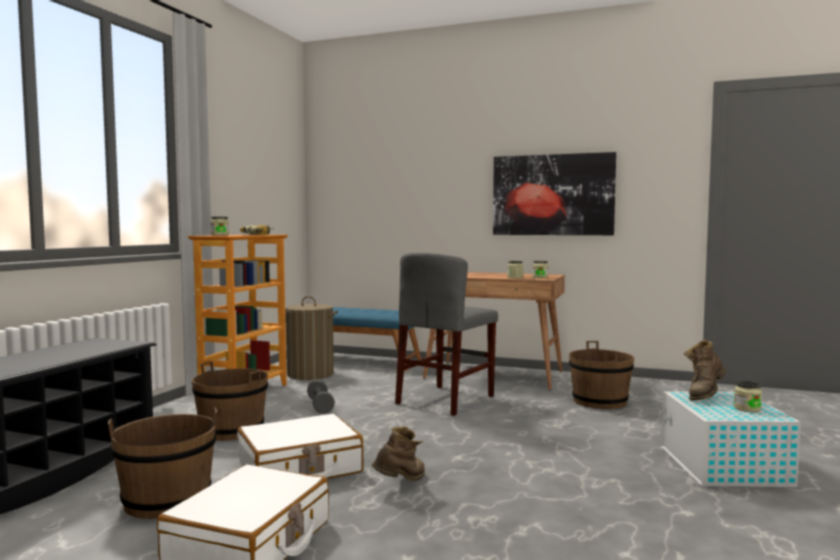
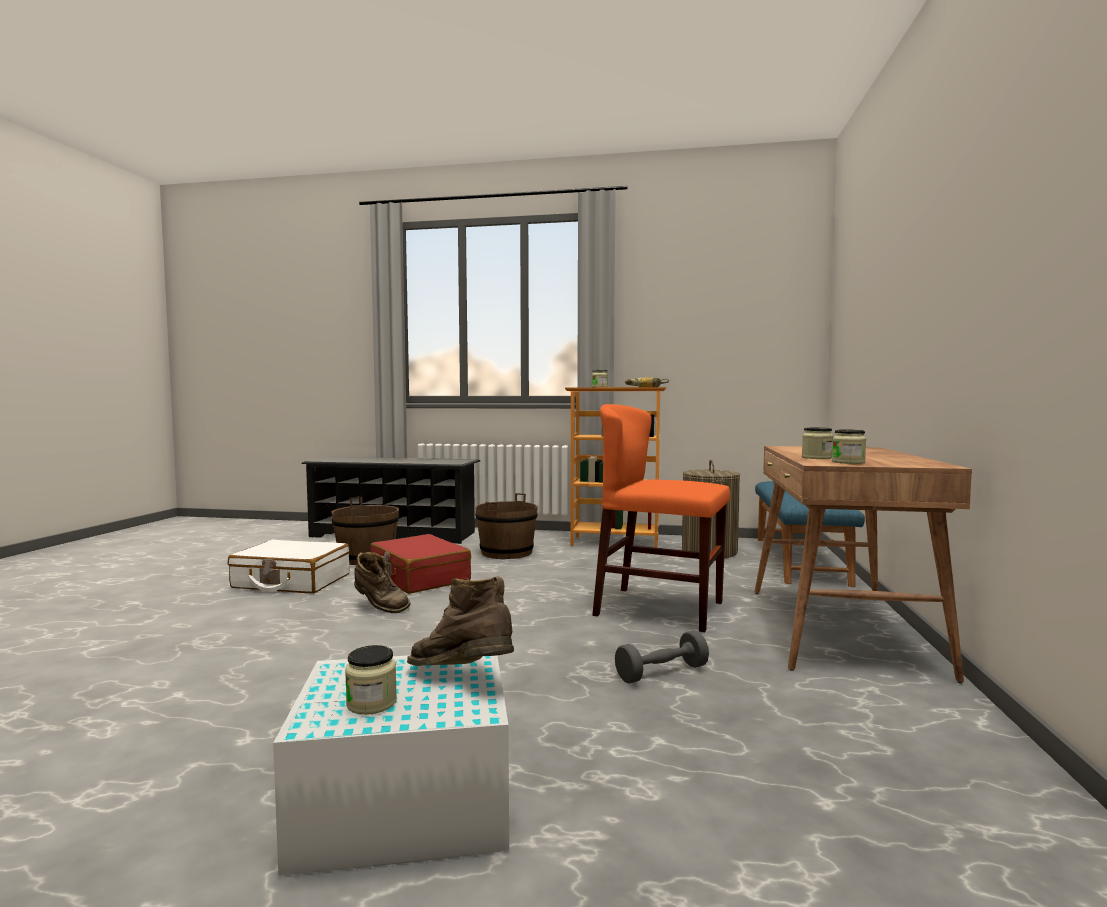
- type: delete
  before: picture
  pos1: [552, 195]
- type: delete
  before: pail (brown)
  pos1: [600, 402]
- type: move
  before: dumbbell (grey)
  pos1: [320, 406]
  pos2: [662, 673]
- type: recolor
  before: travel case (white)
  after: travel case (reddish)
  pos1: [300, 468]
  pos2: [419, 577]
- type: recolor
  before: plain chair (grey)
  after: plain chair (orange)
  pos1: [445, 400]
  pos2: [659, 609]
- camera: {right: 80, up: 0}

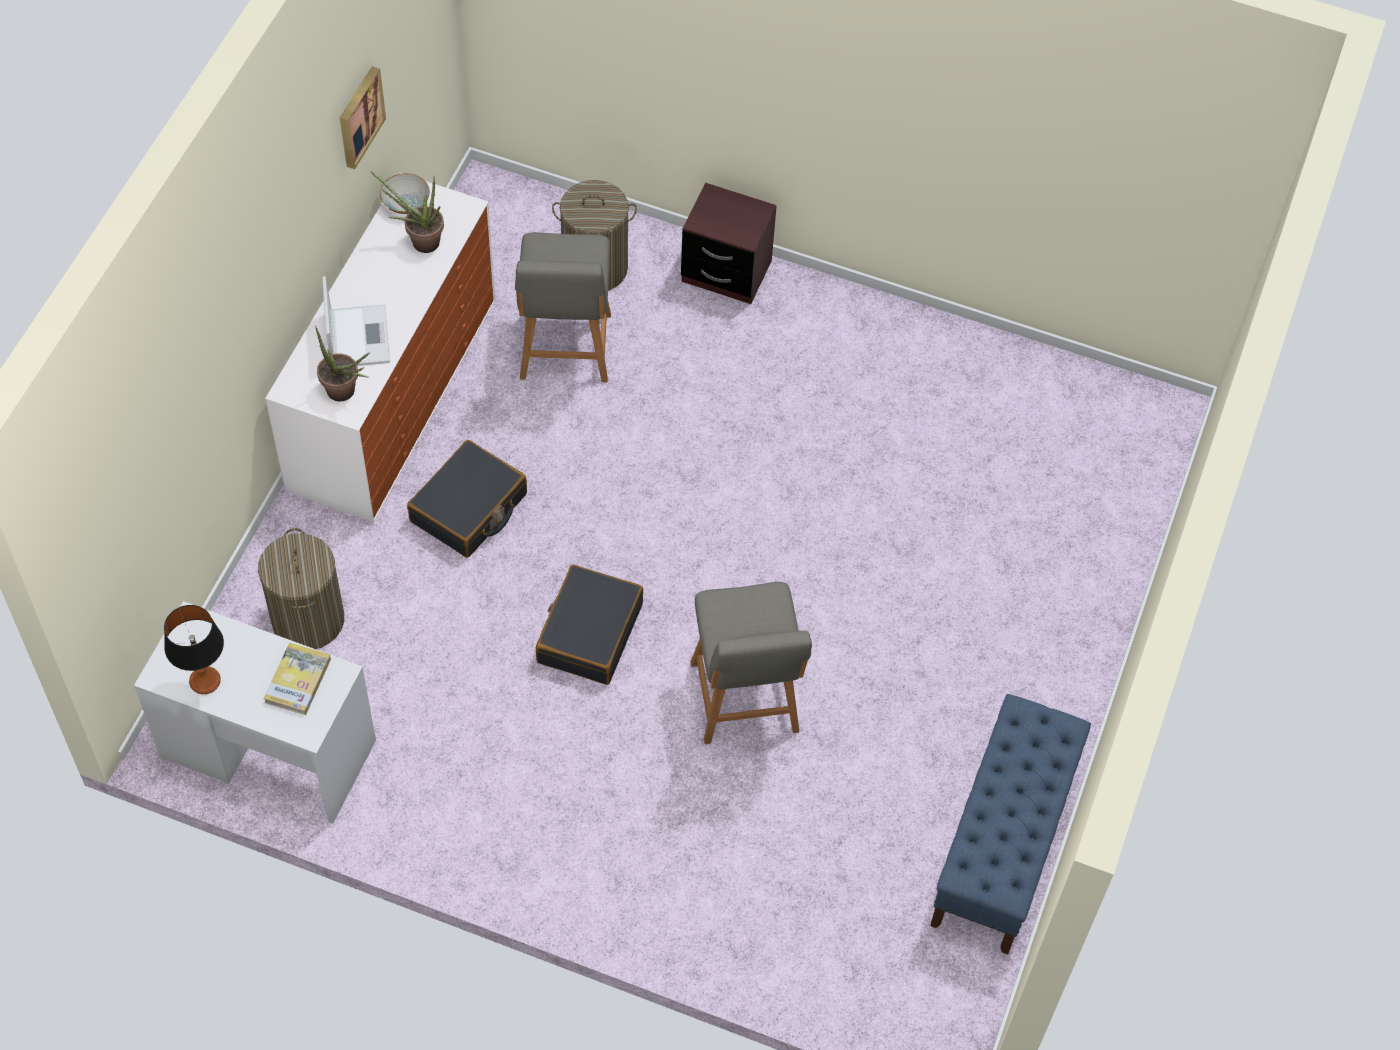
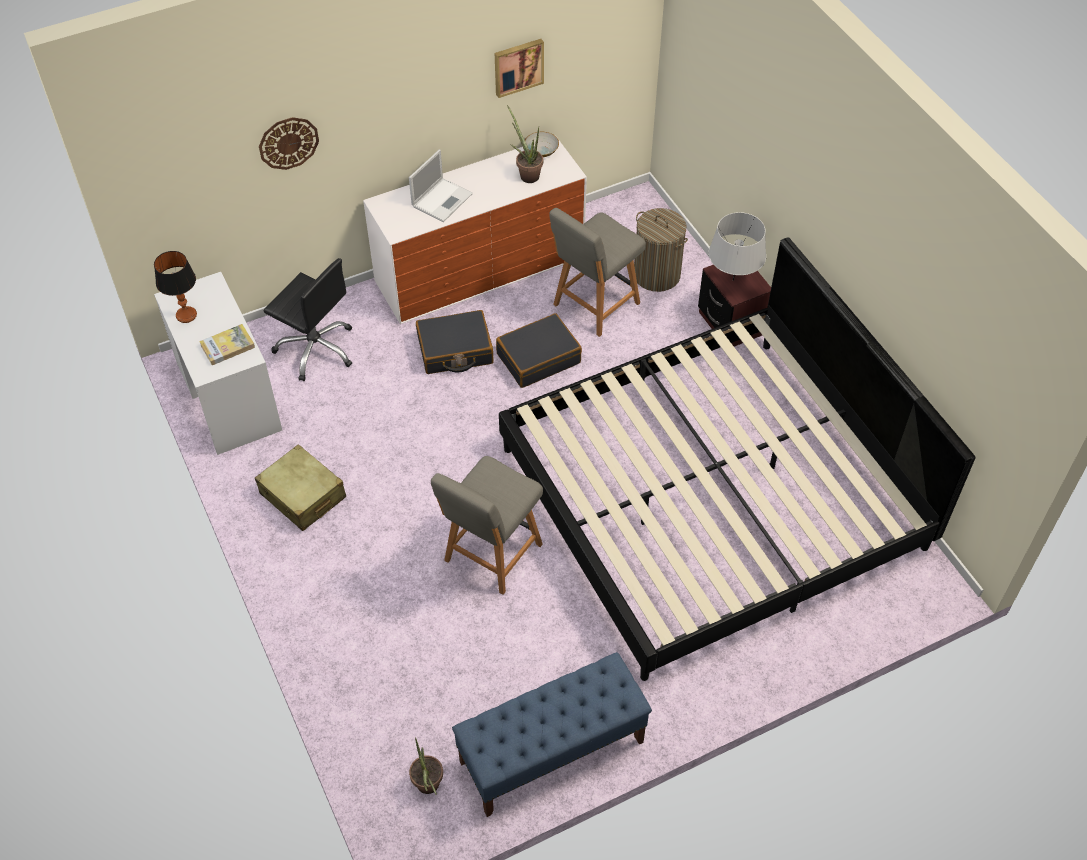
- type: insert
  after: travel case (beige)
  pos2: [303, 496]
- type: insert
  after: wall clock
  pos2: [288, 143]
- type: insert
  after: bedroom bed
  pos2: [712, 497]
- type: insert
  after: tabletop lamp (grey)
  pos2: [733, 280]
- type: move
  before: potted plant
  pos1: [345, 393]
  pos2: [428, 788]
- type: move
  before: travel case (blackish)
  pos1: [589, 633]
  pos2: [538, 358]
- type: replace
  before: washing basket
  after: computer chair (blackish)
  pos1: [308, 620]
  pos2: [316, 349]
- camera: {right: 45, up: -5}

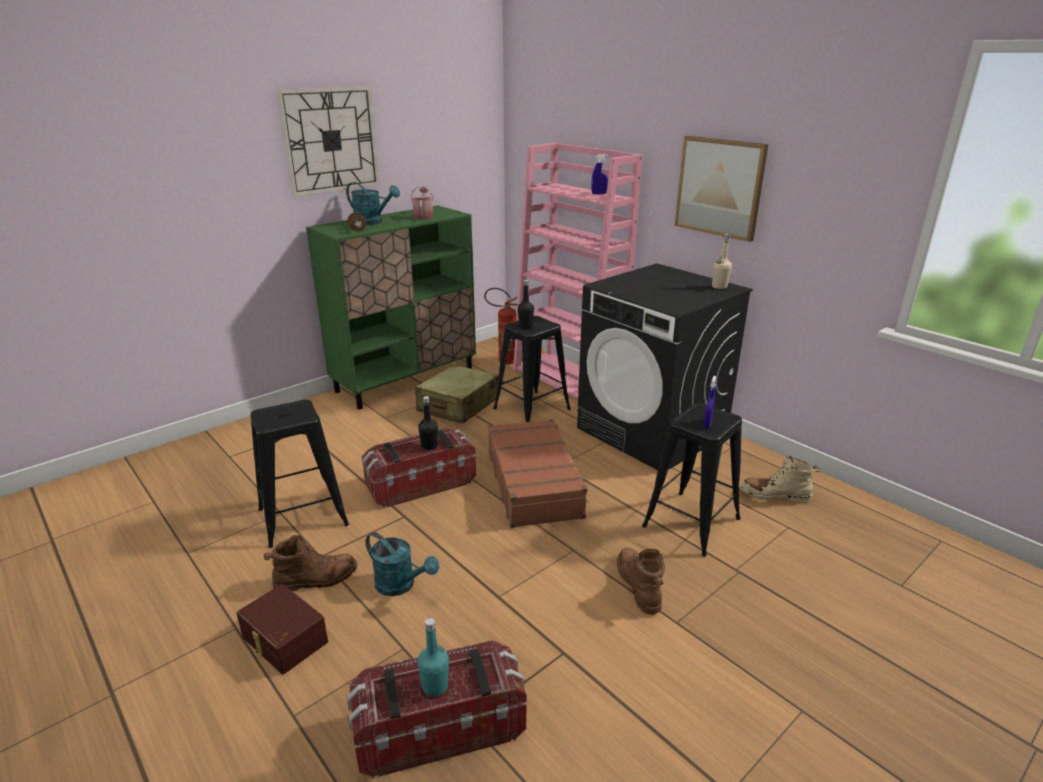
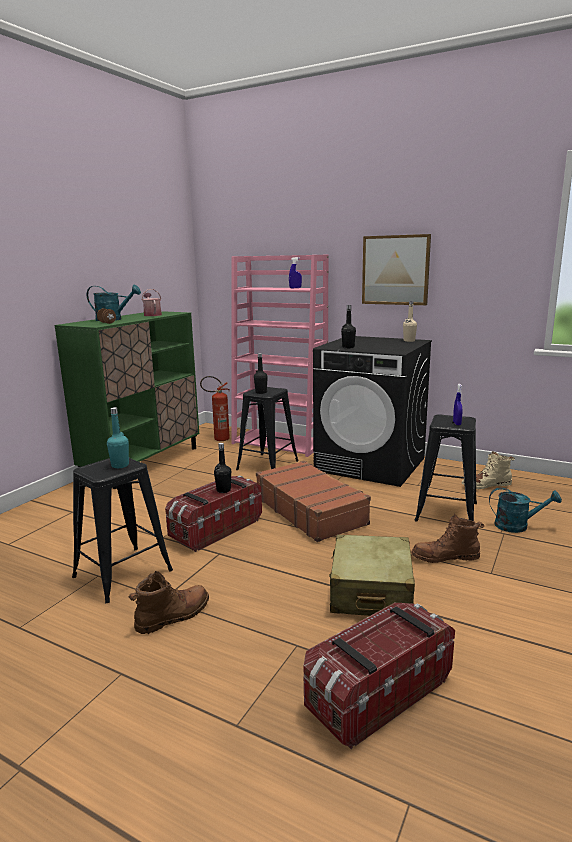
- type: delete
  before: storage box (brown)
  pos1: [283, 640]
- type: delete
  before: wall clock
  pos1: [330, 140]
- type: insert
  after: beverage bottle (blackish)
  pos2: [348, 347]
- type: move
  before: watering can (turquoise-coloured)
  pos1: [401, 585]
  pos2: [517, 526]
- type: move
  before: travel case (beige)
  pos1: [458, 405]
  pos2: [371, 590]
- type: move
  before: beverage bottle (turquoise-coloured)
  pos1: [435, 686]
  pos2: [120, 465]
- type: rotate
  before: high-top boot (brown)
  pos1: [639, 586]
  pos2: [445, 557]
  turn: -60
- camera: {right: -20, up: -10}

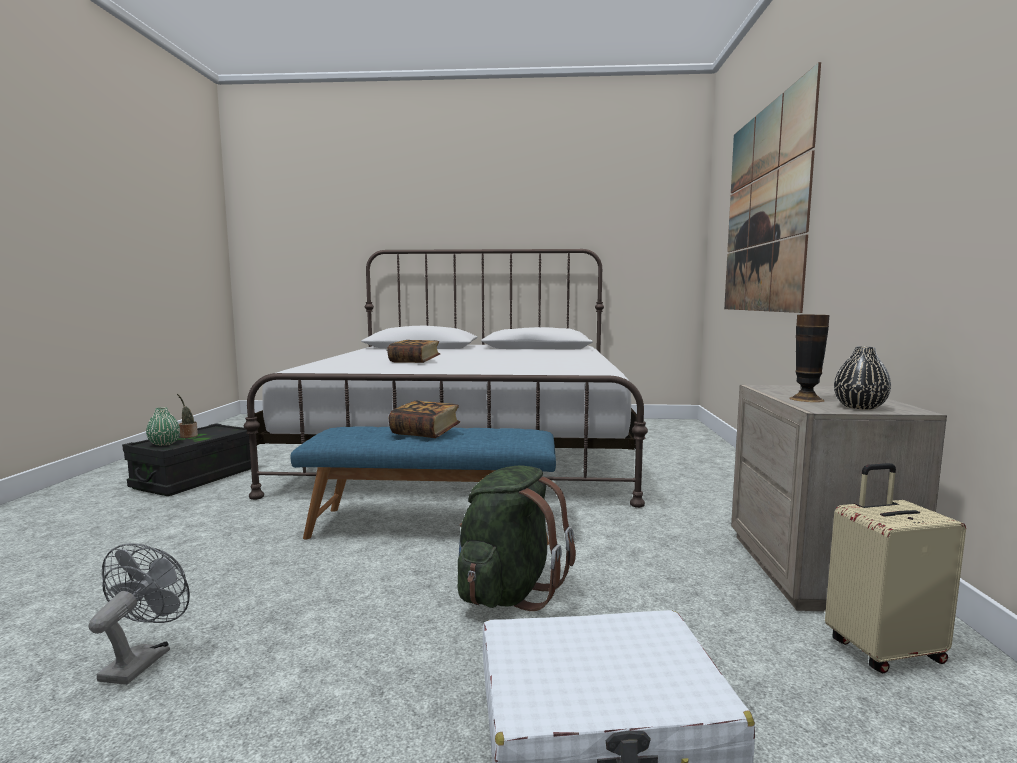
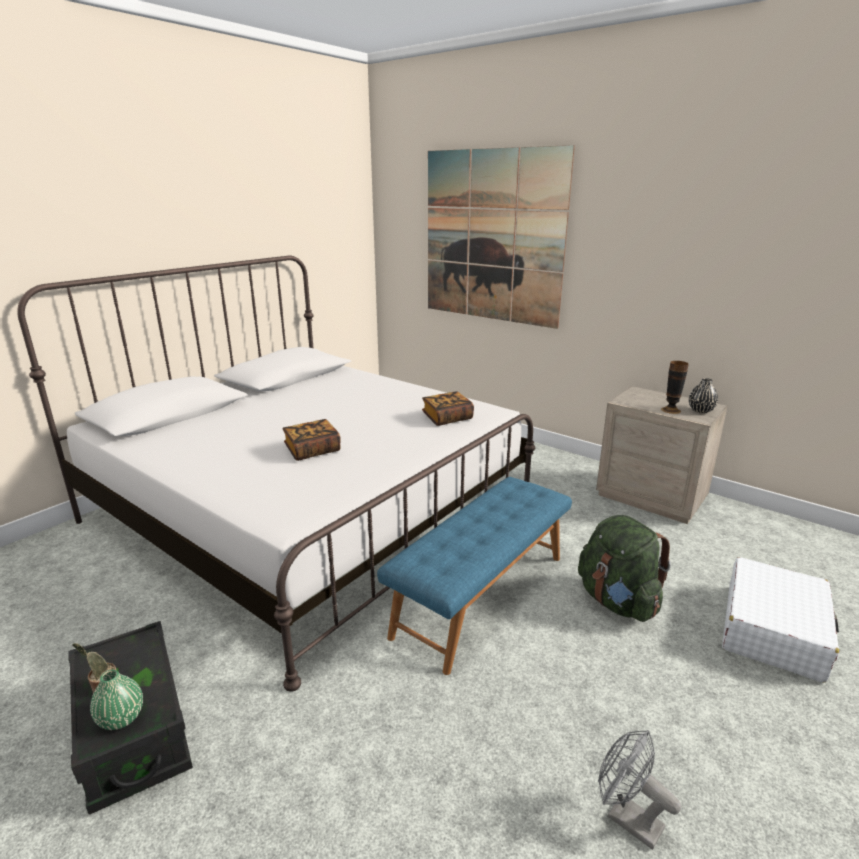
- type: delete
  before: travel case (beige)
  pos1: [882, 650]
- type: move
  before: bound book
  pos1: [425, 433]
  pos2: [447, 418]
- camera: {right: -55, up: 15}

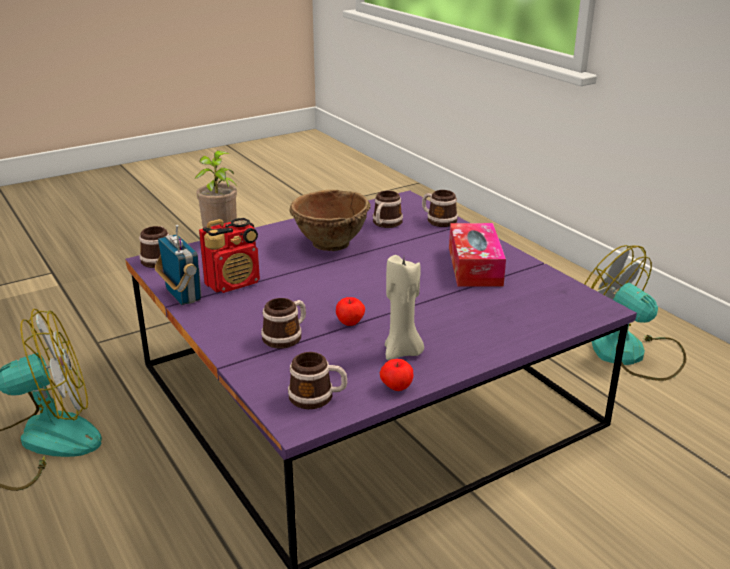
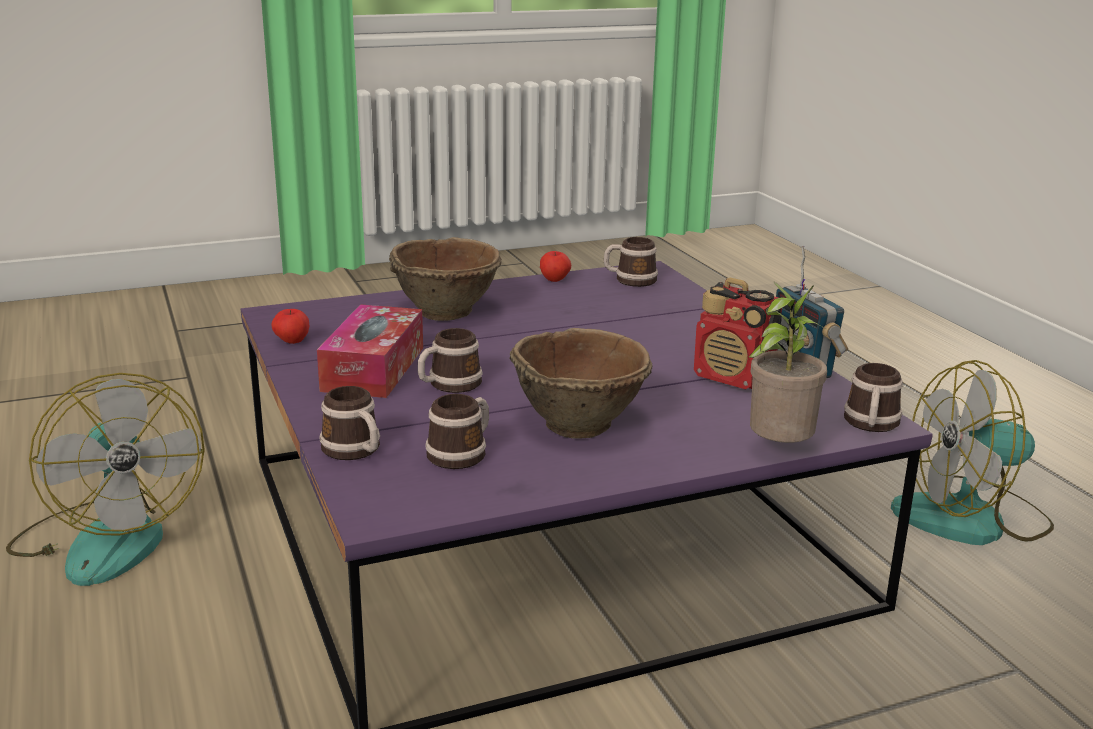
- type: delete
  before: wax light (beige)
  pos1: [402, 352]
- type: insert
  after: bowl (brown)
  pos2: [447, 311]
- type: move
  before: coffee mug
  pos1: [286, 336]
  pos2: [449, 385]
- type: move
  before: apple
  pos1: [350, 322]
  pos2: [292, 341]
- type: rotate
  before: radio receiver
  pos1: [233, 283]
  pos2: [734, 378]
  turn: -120
- camera: {right: -170, up: -5}

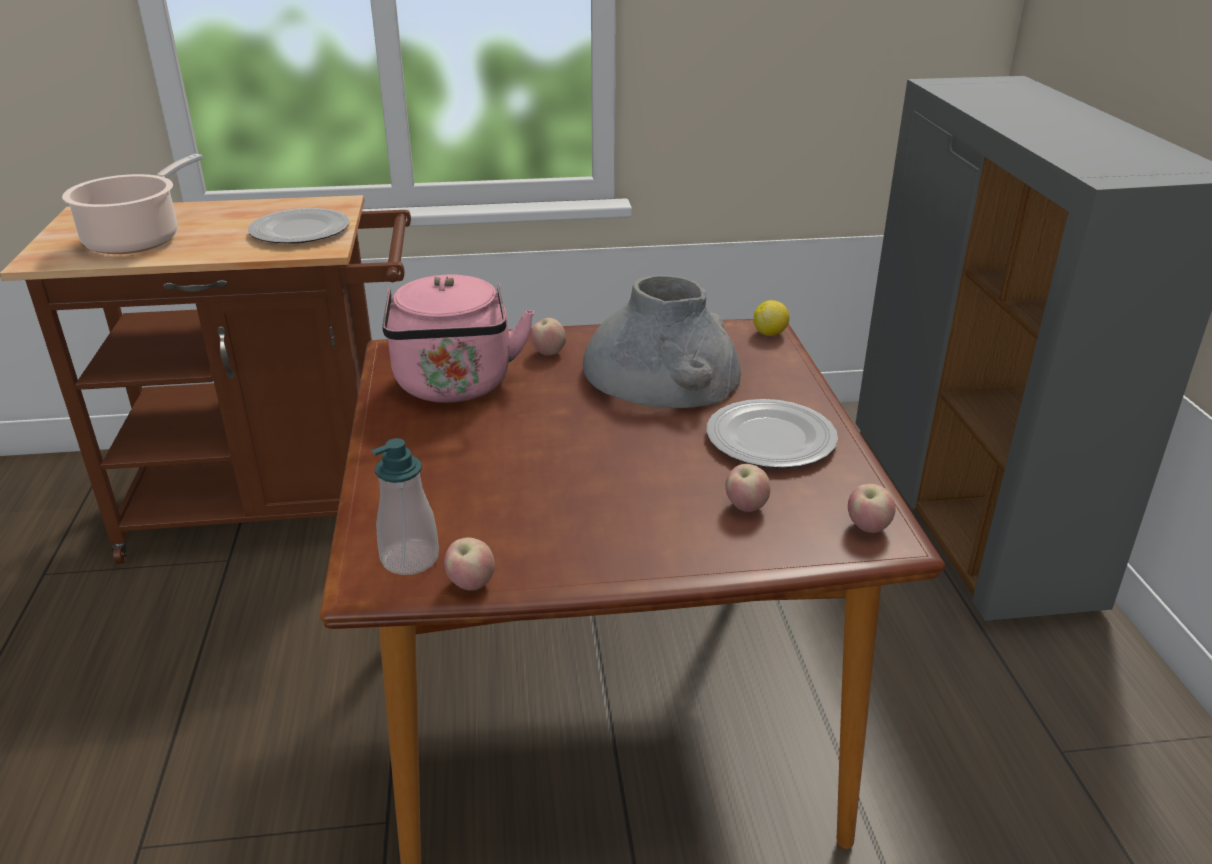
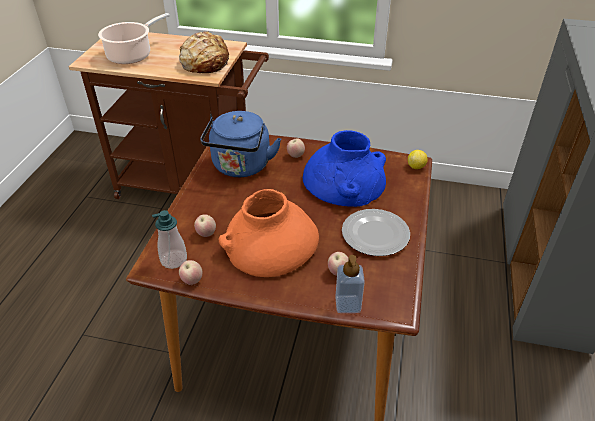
- type: insert
  after: flower vase (orange)
  pos2: [270, 243]
- type: insert
  after: soap bottle
  pos2: [348, 304]
- type: move
  before: apple
  pos1: [867, 528]
  pos2: [206, 233]
- type: replace
  before: flat dish
  after: baked bread
  pos1: [299, 231]
  pos2: [204, 62]
- type: recolor
  before: tea kettle (pink-coloured)
  after: tea kettle (bluish)
  pos1: [455, 387]
  pos2: [241, 167]
- type: recolor
  before: flower vase (grey)
  after: flower vase (bluish)
  pos1: [662, 372]
  pos2: [344, 180]
- camera: {right: 20, up: 10}

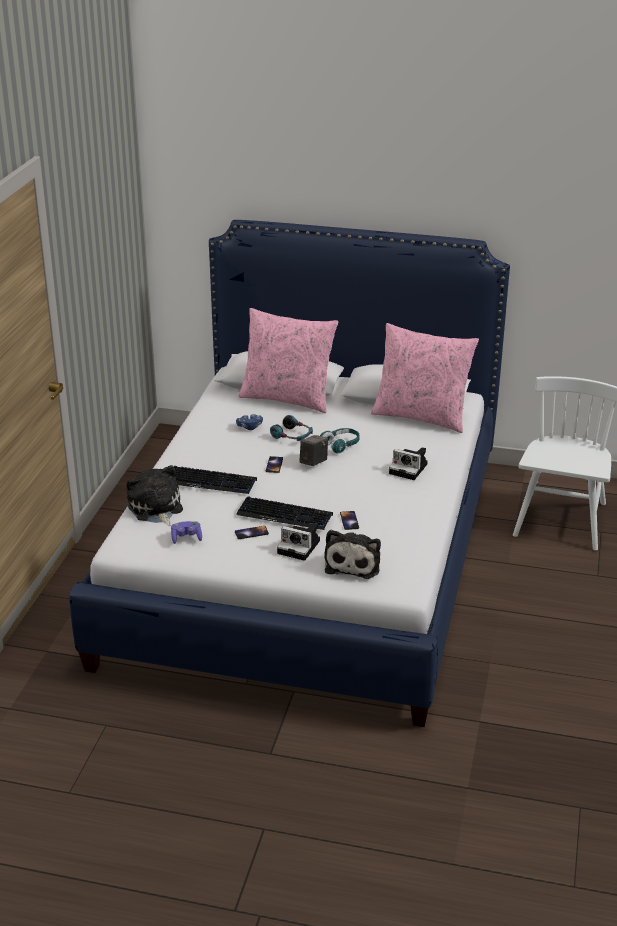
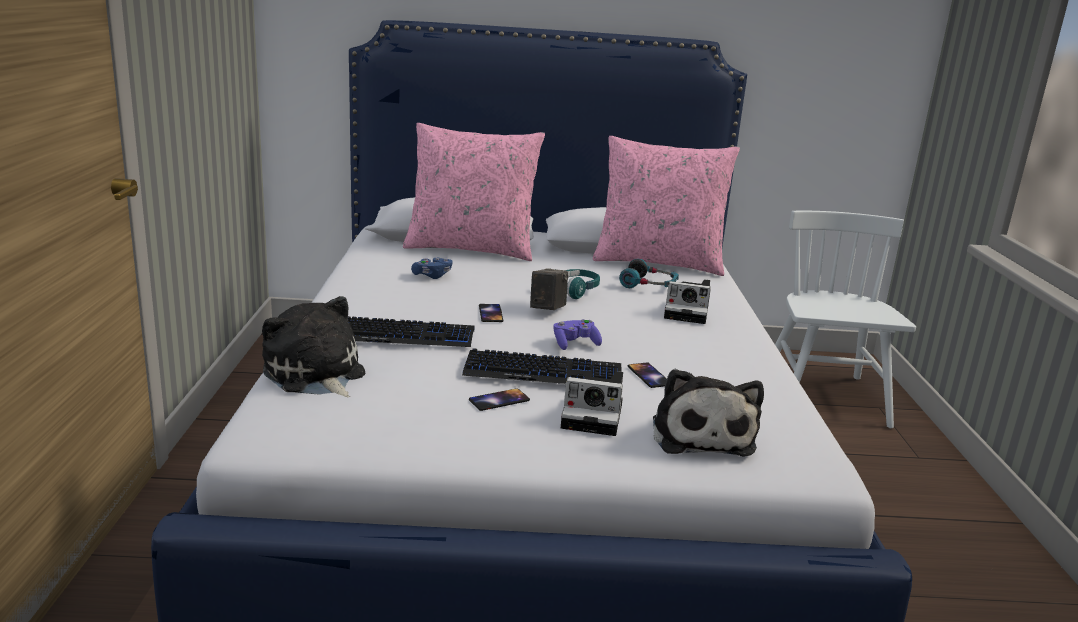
- type: move
  before: joypad (purple)
  pos1: [186, 538]
  pos2: [575, 344]
- type: move
  before: pair of headphones
  pos1: [292, 436]
  pos2: [648, 285]
- camera: {right: -15, up: -10}

